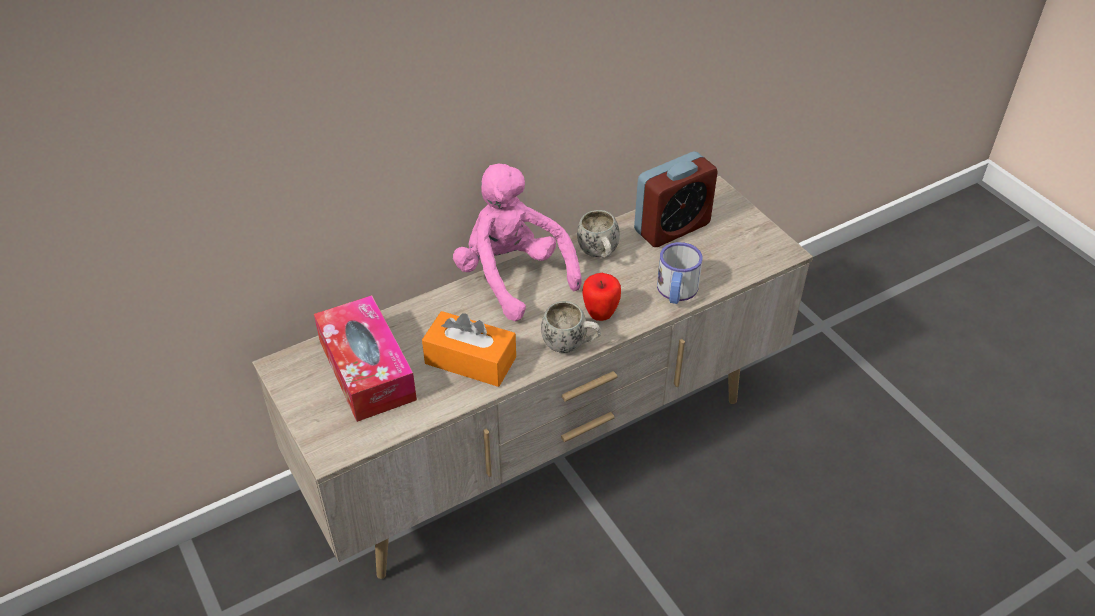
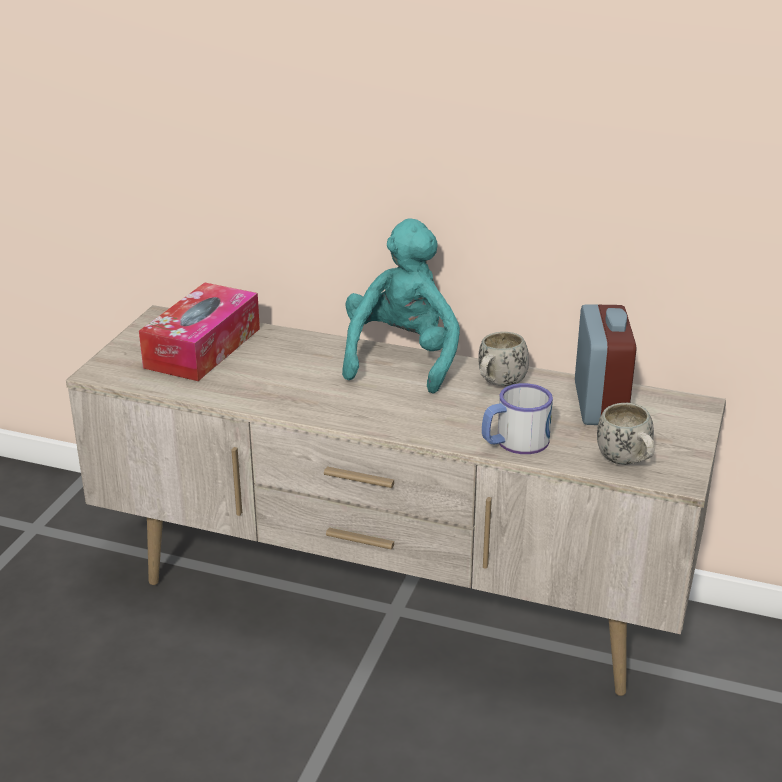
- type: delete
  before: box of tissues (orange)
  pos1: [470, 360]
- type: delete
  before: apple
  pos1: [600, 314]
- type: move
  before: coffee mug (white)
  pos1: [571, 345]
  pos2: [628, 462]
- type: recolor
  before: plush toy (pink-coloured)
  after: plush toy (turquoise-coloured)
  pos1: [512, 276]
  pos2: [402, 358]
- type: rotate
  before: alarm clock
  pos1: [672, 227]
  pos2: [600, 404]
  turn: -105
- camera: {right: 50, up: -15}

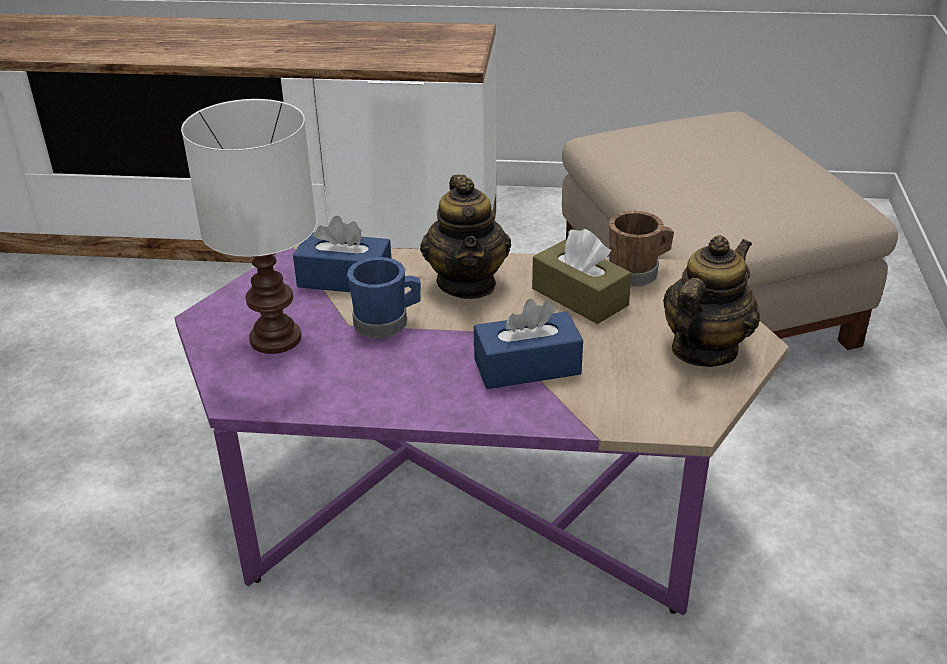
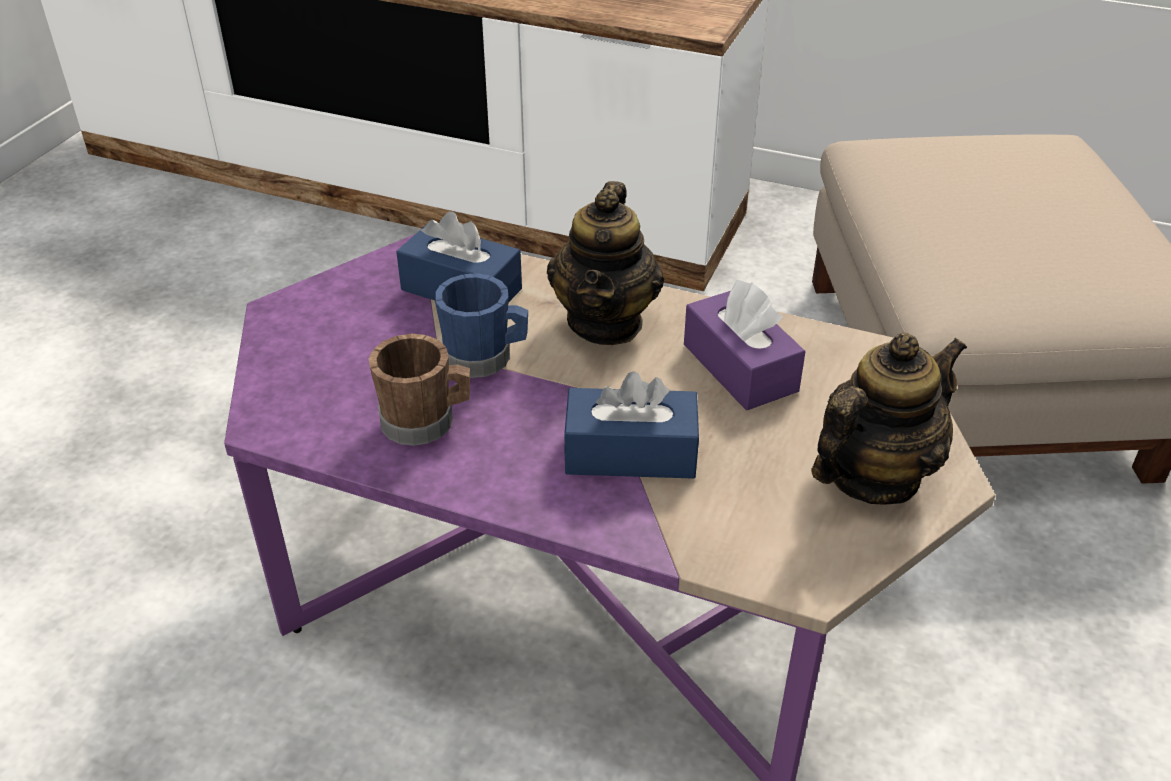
- type: delete
  before: tabletop lamp (white)
  pos1: [273, 339]
- type: move
  before: coffee mug (brown)
  pos1: [638, 273]
  pos2: [426, 422]
- type: recolor
  before: box of tissues (brown)
  after: box of tissues (purple)
  pos1: [579, 297]
  pos2: [740, 368]
- camera: {right: 15, up: 5}

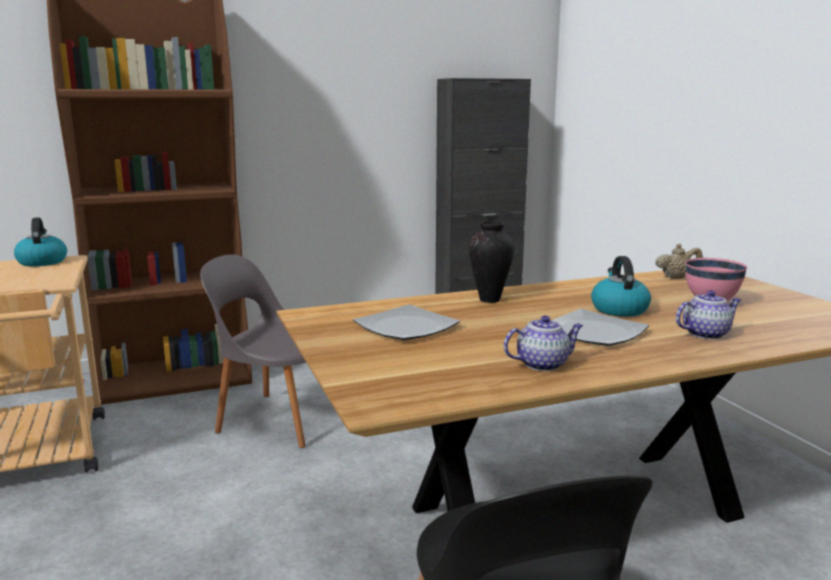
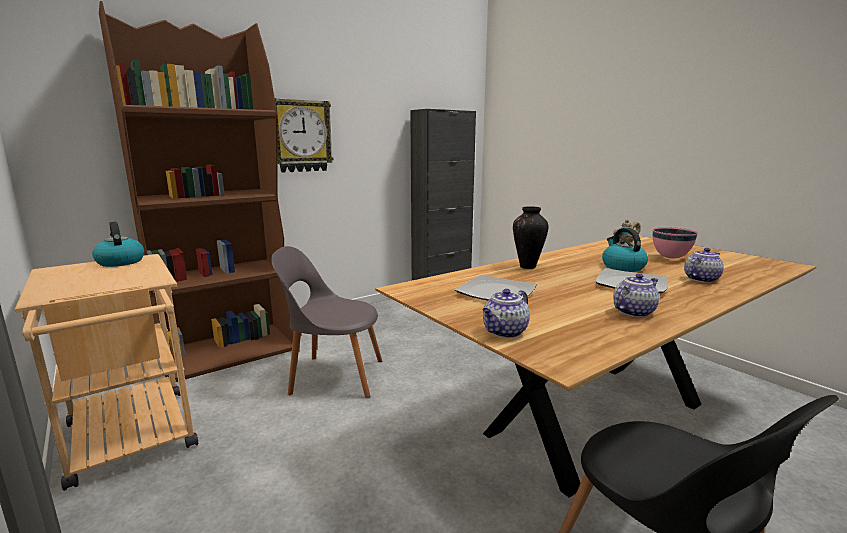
- type: insert
  after: wall clock
  pos2: [301, 136]
- type: insert
  after: tea pot
  pos2: [505, 332]
- camera: {right: -15, up: 0}

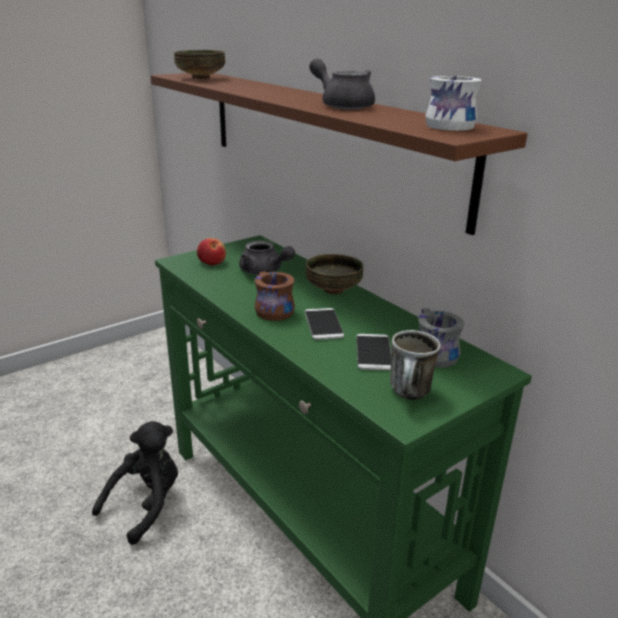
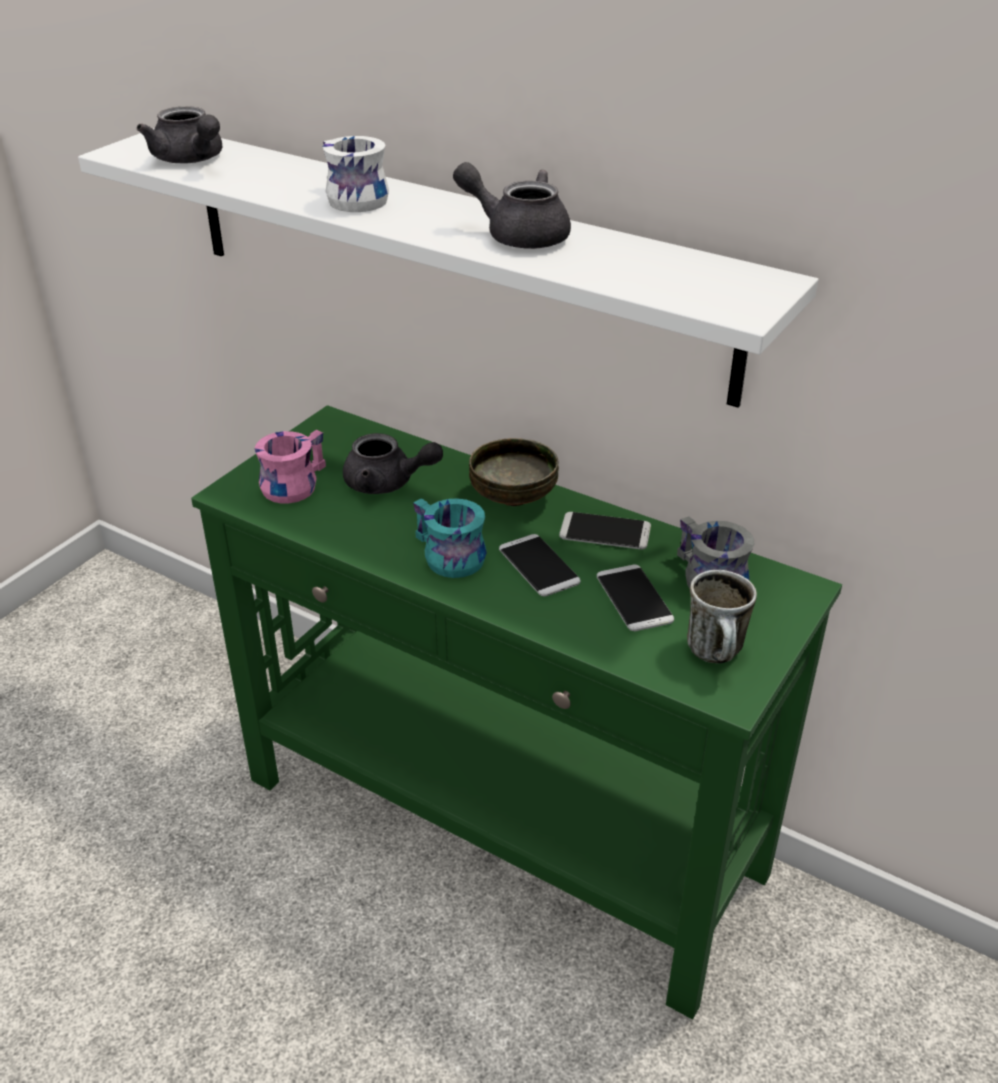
- type: delete
  before: plush toy (blackish)
  pos1: [146, 504]
- type: insert
  after: telephone
  pos2: [605, 532]
- type: move
  before: coffee mug (white)
  pos1: [442, 125]
  pos2: [349, 199]
- type: replace
  before: bowl
  after: tea pot (grey)
  pos1: [201, 78]
  pos2: [191, 160]
- type: replace
  before: apple
  after: coffee mug (pink-coloured)
  pos1: [212, 262]
  pos2: [292, 483]
- type: recolor
  before: wall shelf (brown)
  after: wall shelf (white)
  pos1: [321, 138]
  pos2: [446, 257]
- type: recolor
  before: coffee mug (brown)
  after: coffee mug (turquoise-coloured)
  pos1: [269, 310]
  pos2: [445, 558]
- camera: {right: -20, up: 10}

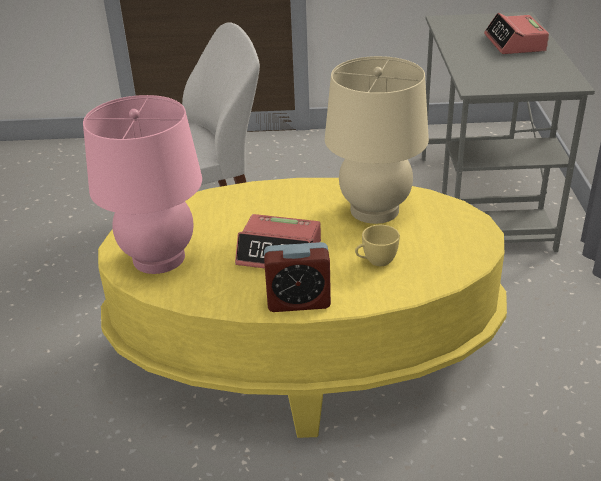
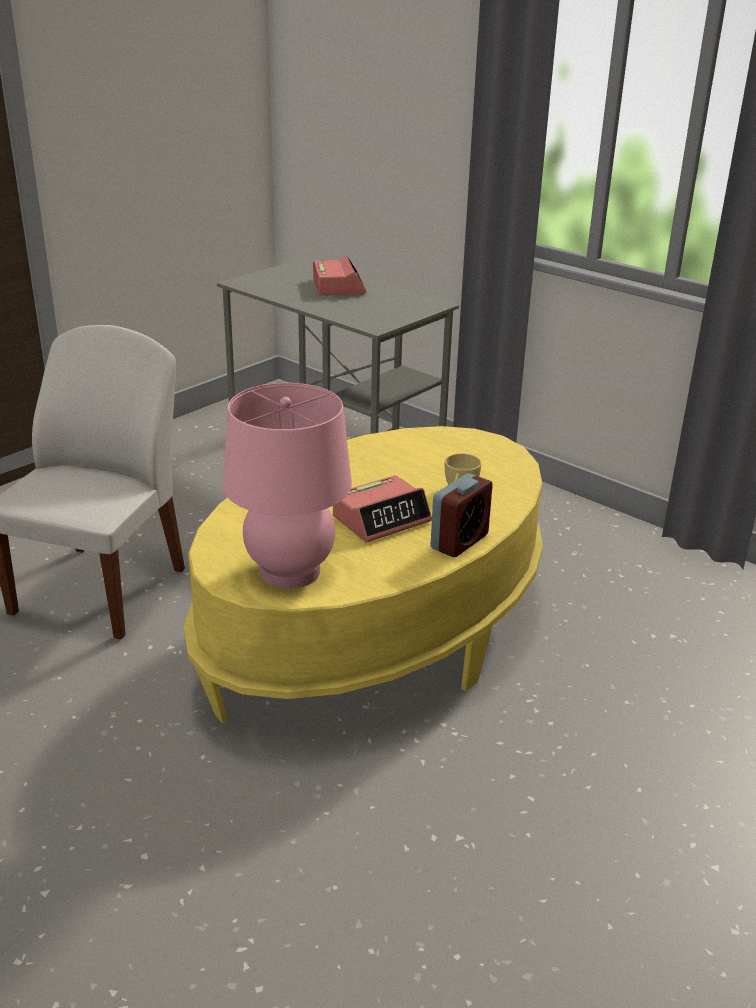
- type: delete
  before: tabletop lamp (beige)
  pos1: [374, 210]
- type: rotate
  before: alarm clock
  pos1: [515, 43]
  pos2: [338, 286]
  turn: -135
- camera: {right: -50, up: -5}

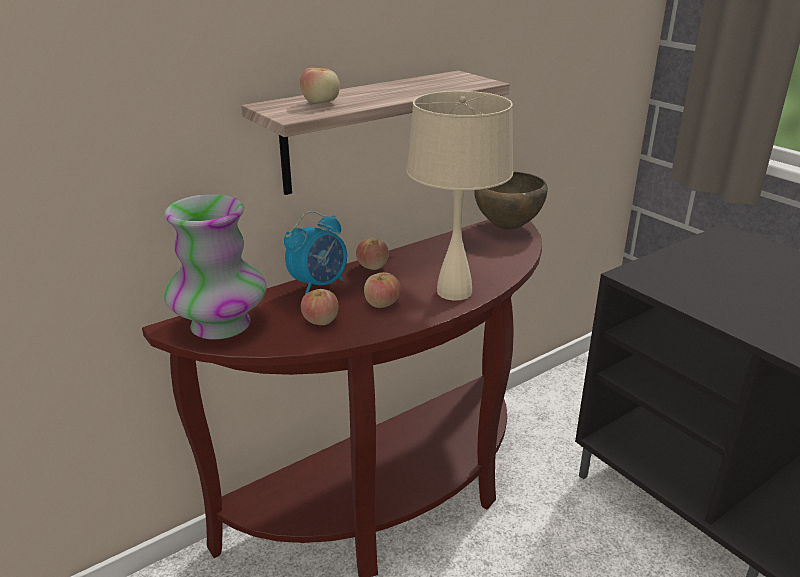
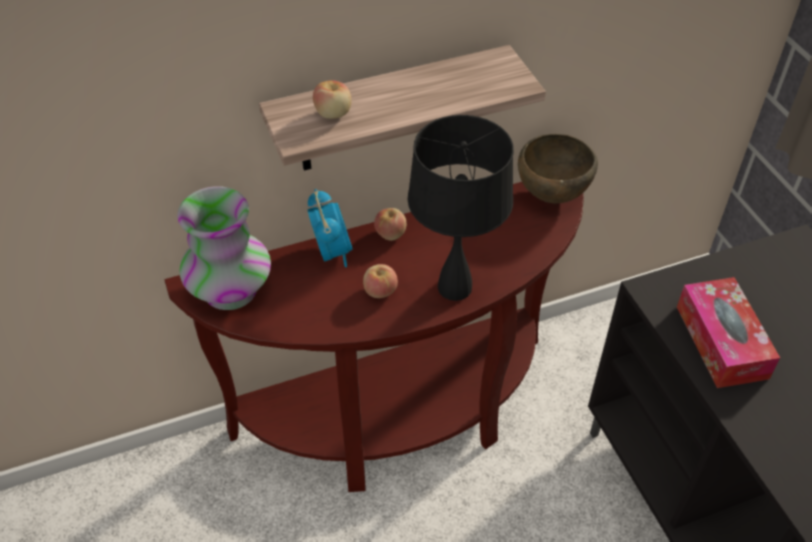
- type: delete
  before: apple
  pos1: [320, 321]
- type: insert
  after: box of tissues
  pos2: [721, 342]
- type: recolor
  before: tabletop lamp (beige)
  after: tabletop lamp (blackish)
  pos1: [453, 291]
  pos2: [454, 287]
- type: rotate
  before: alarm clock
  pos1: [319, 284]
  pos2: [332, 251]
  turn: -75
- camera: {right: 15, up: 20}

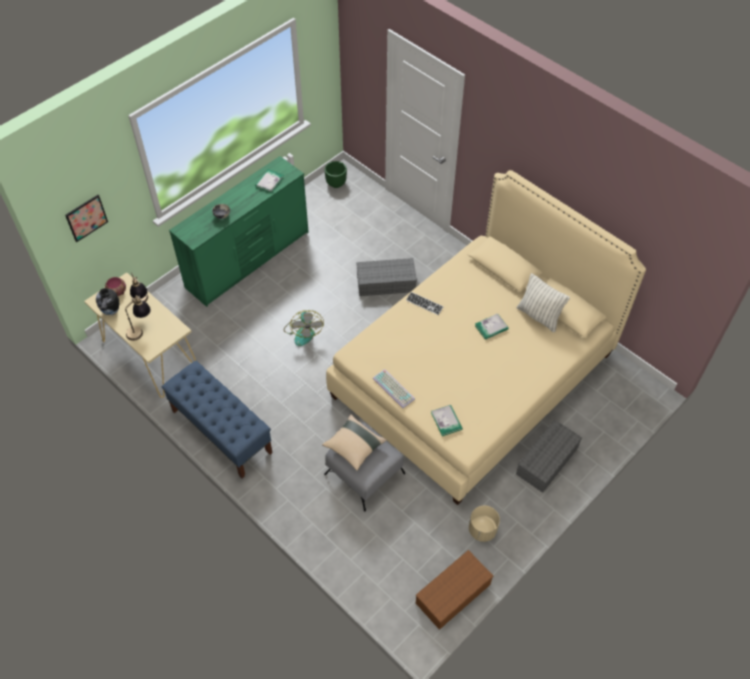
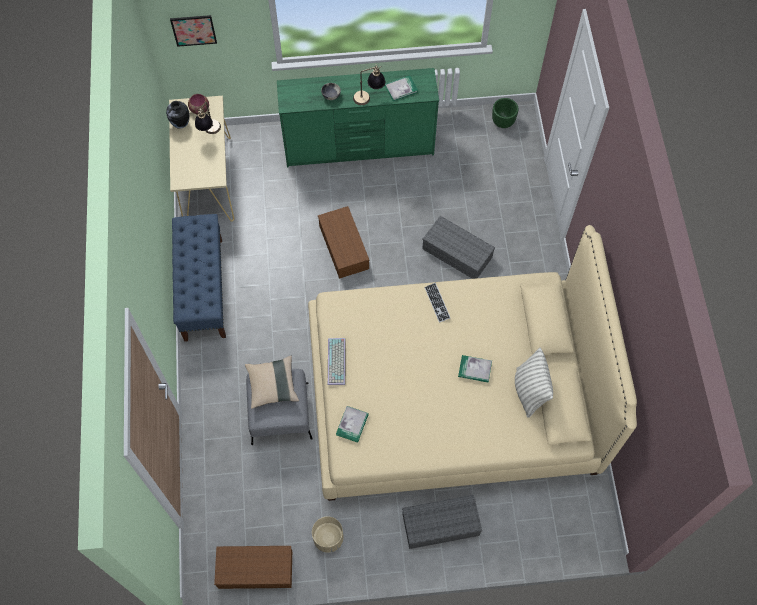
- type: move
  before: tabletop lamp
  pos1: [140, 330]
  pos2: [369, 98]
- type: replace
  before: cooling fan
  after: storage box (brown)
  pos1: [303, 331]
  pos2: [345, 248]
- camera: {right: 40, up: 10}

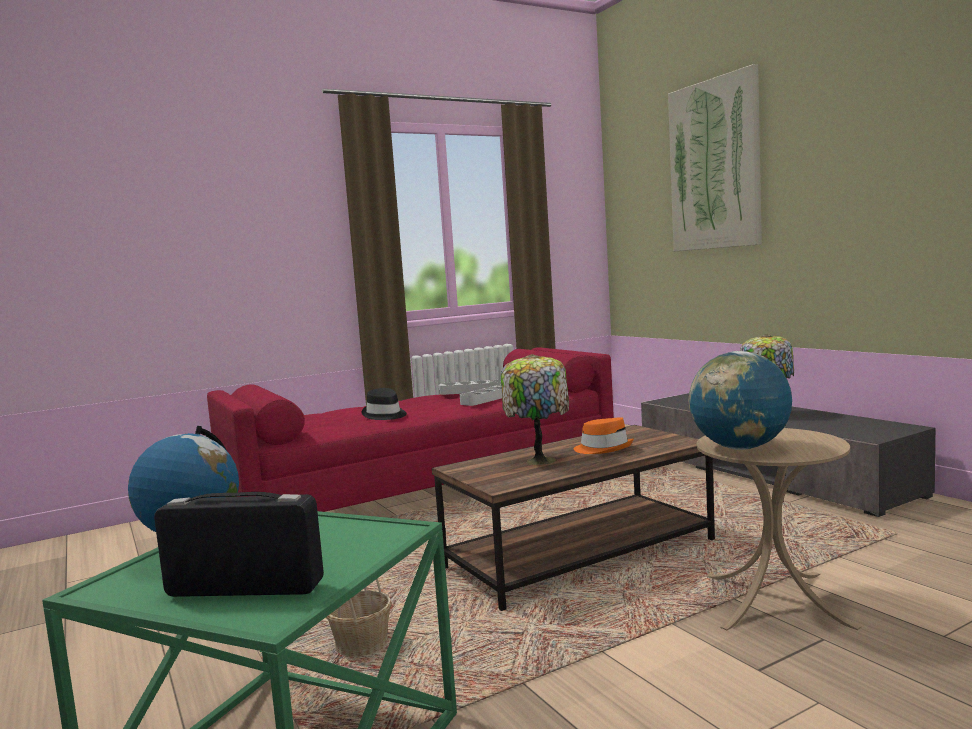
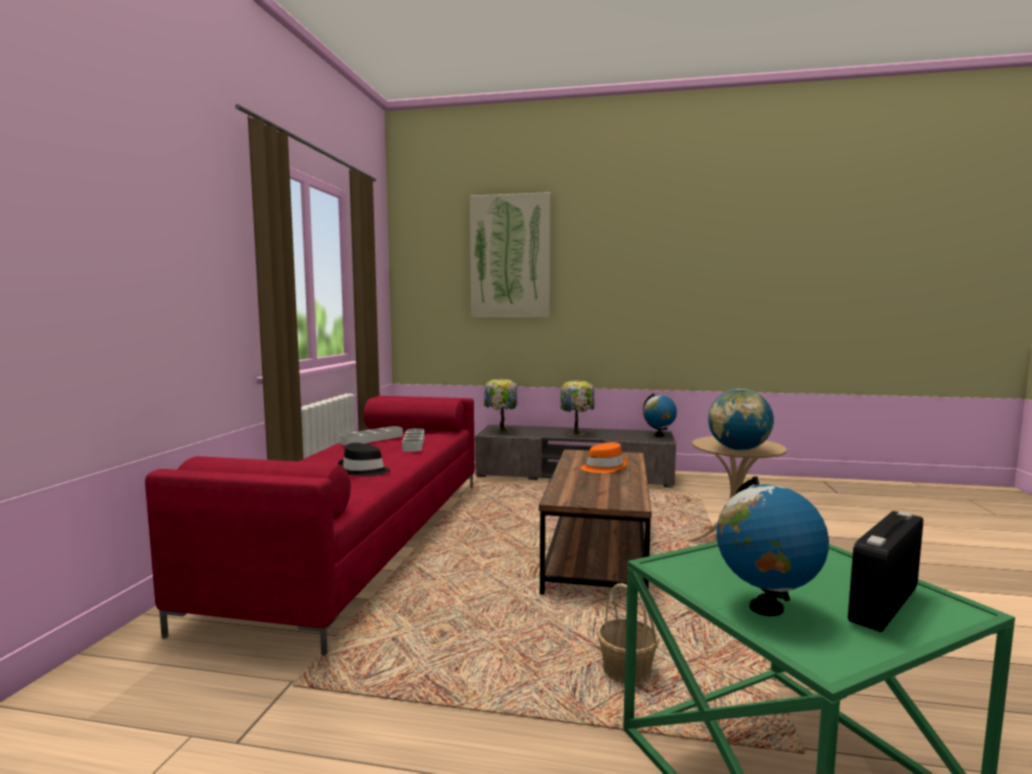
- type: insert
  after: desk globe
  pos2: [659, 435]
- type: move
  before: tabletop lamp
  pos1: [539, 460]
  pos2: [501, 431]
- camera: {right: -50, up: 0}

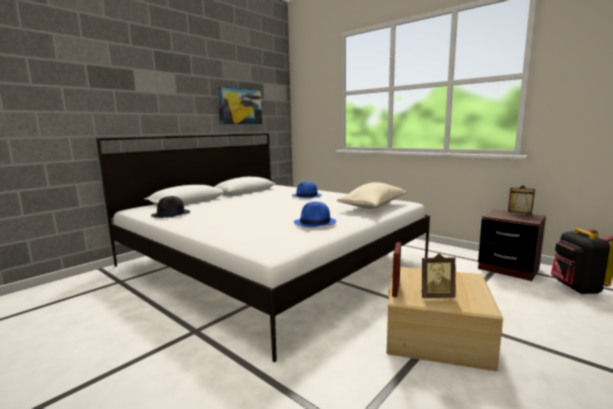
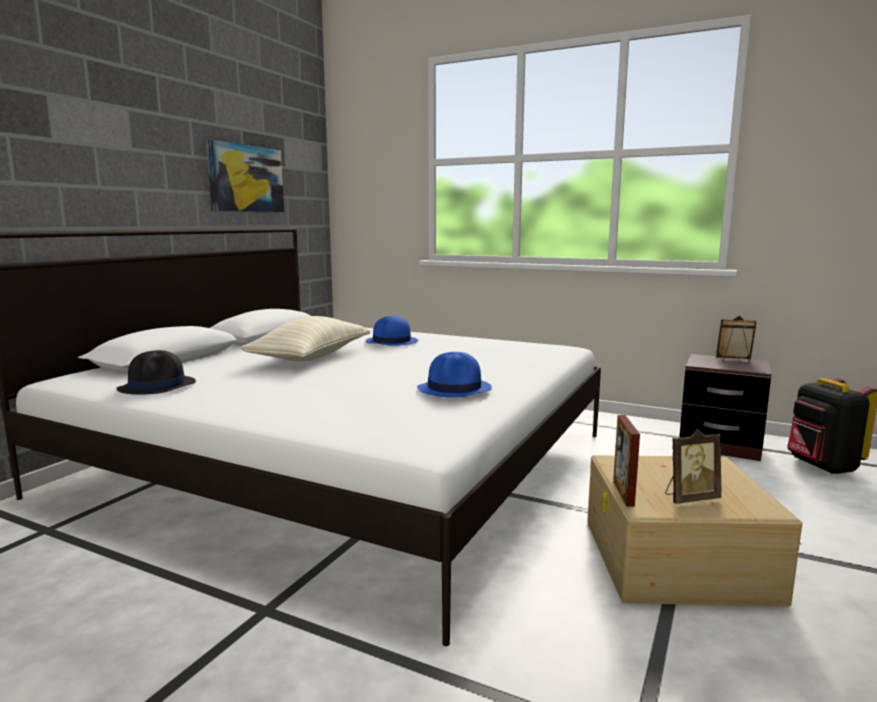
- type: move
  before: cushion (beige)
  pos1: [373, 207]
  pos2: [311, 358]
- camera: {right: -15, up: 0}

